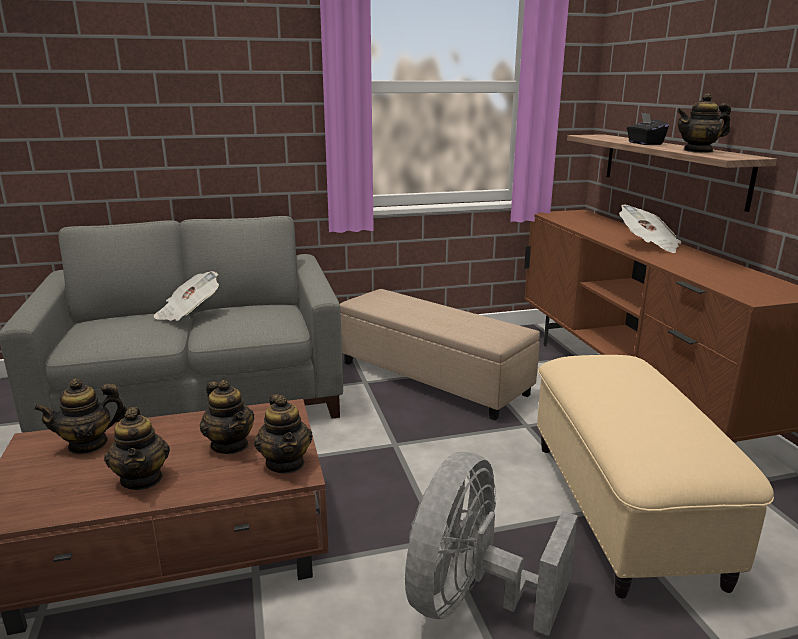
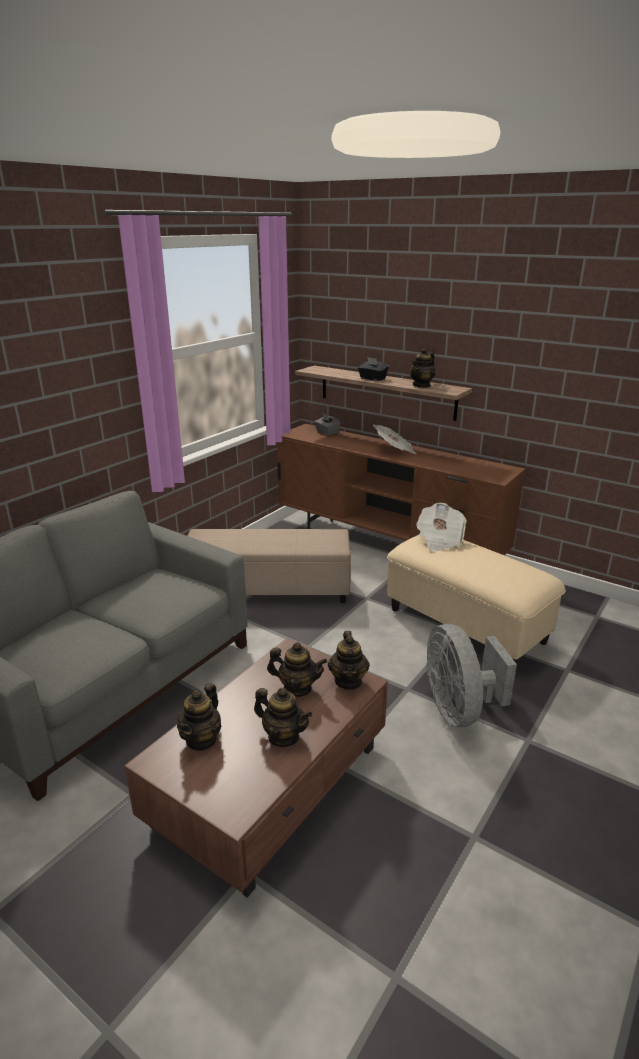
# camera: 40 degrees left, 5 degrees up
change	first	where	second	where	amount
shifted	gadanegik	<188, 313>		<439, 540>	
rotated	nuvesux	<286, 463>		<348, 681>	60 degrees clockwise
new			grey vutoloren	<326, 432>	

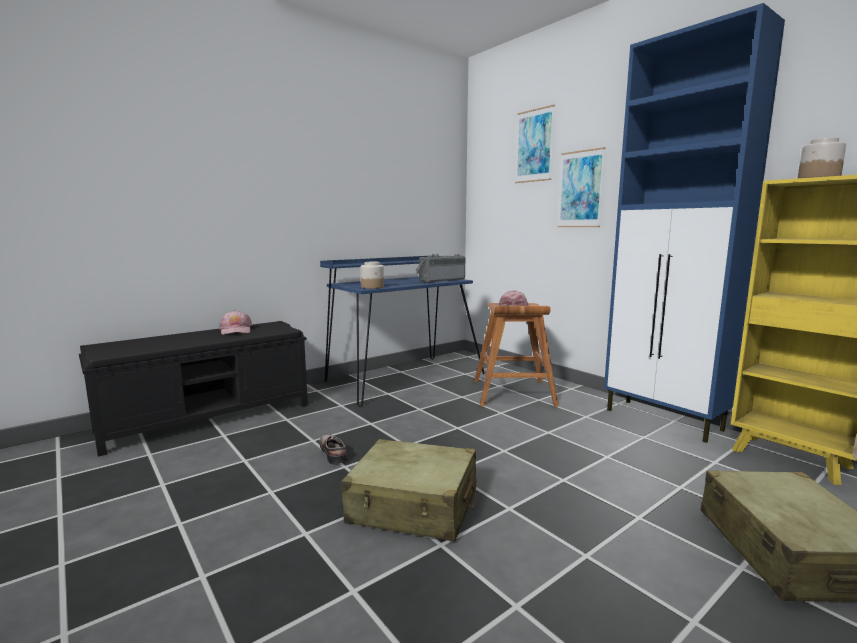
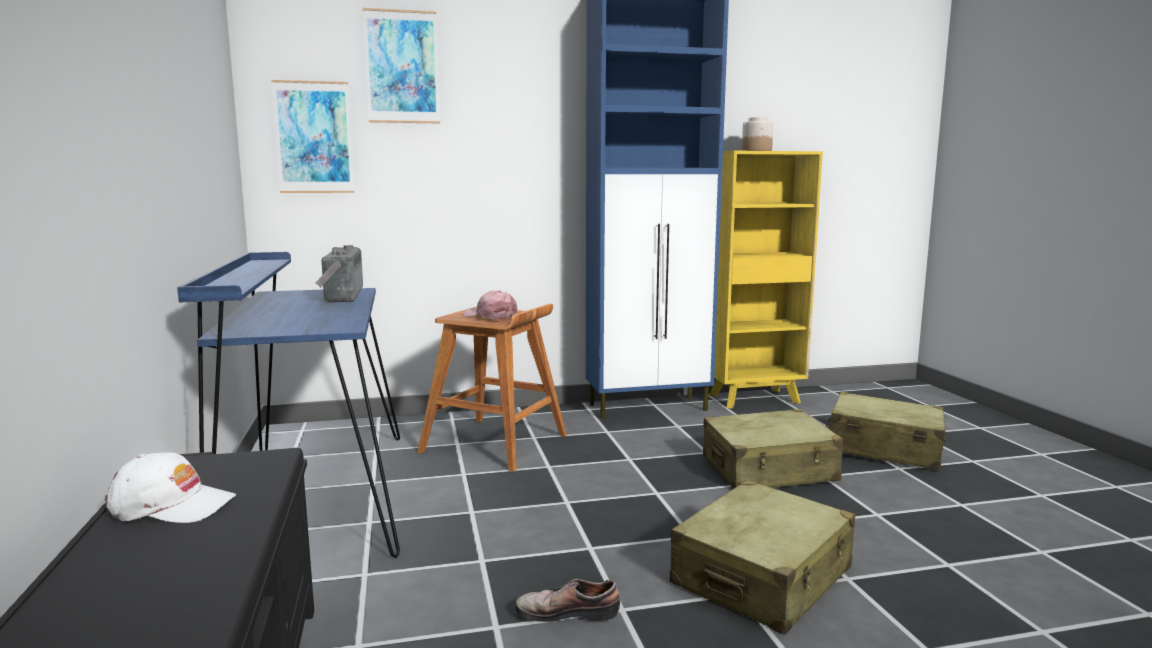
# camera: 65 degrees left, 0 degrees up
change	first	where	second	where	amount
repainted	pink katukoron	<236, 330>	white katukoron	<171, 505>	
gone	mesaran	<372, 287>			
shifted	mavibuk	<580, 189>		<314, 137>	
new			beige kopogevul	<769, 470>	

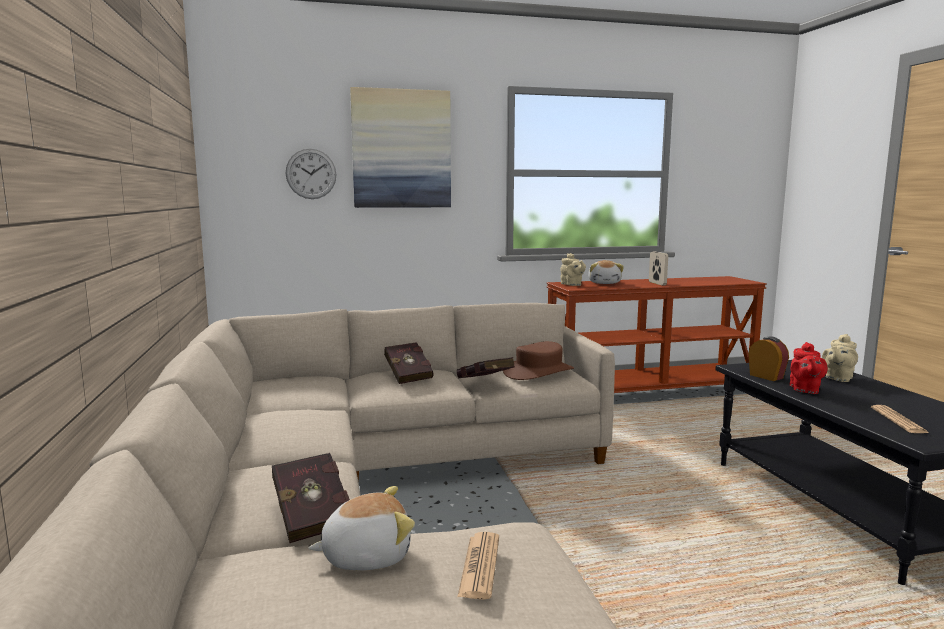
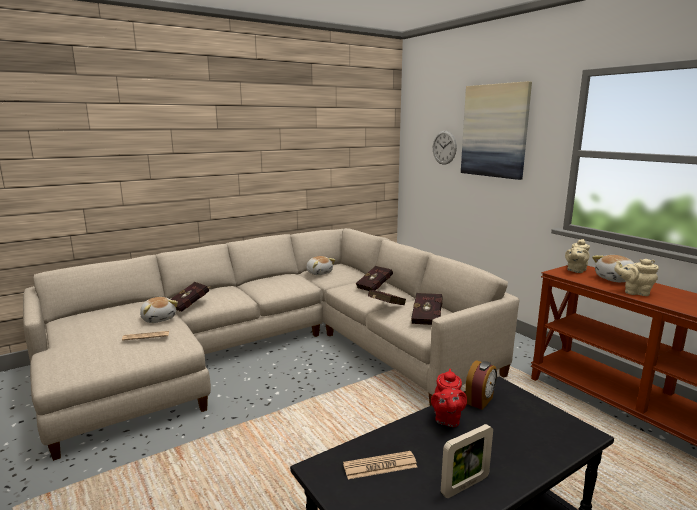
# camera: 70 degrees right, 5 degrees up
change	first	where	second	where	amount
swapped	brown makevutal	<538, 372>	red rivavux	<427, 318>	
shifted	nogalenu	<657, 283>		<465, 486>	
rotated	red nuvesux	<804, 390>		<447, 419>	75 degrees counterclockwise
shifted	beige nuvesux	<838, 378>		<634, 292>	
new			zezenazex	<319, 273>	

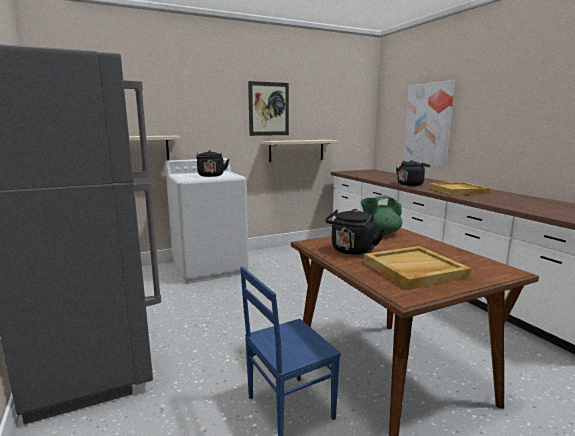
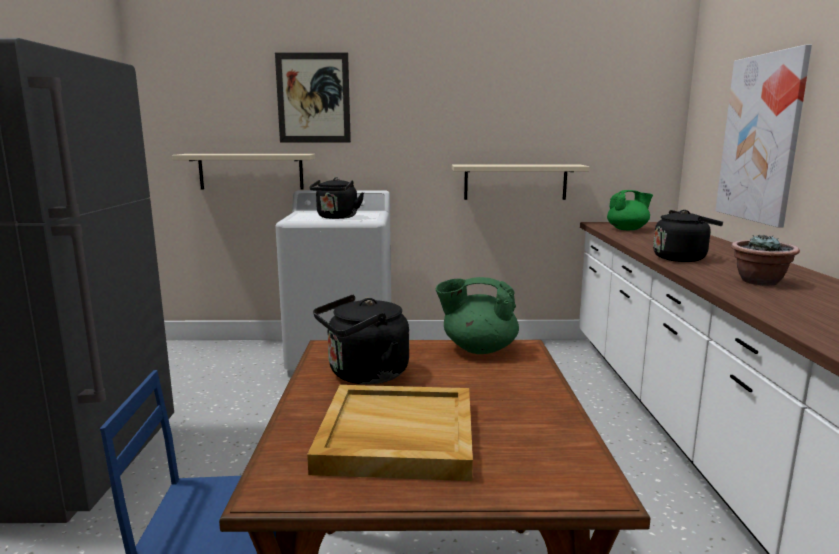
# camera: 25 degrees right, 0 degrees up
change	first	where	second	where	amount
shifted	mavibuk	<269, 109>		<313, 98>	
swapped	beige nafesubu	<458, 191>	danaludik	<759, 282>	
new			green nuvesux	<628, 229>	

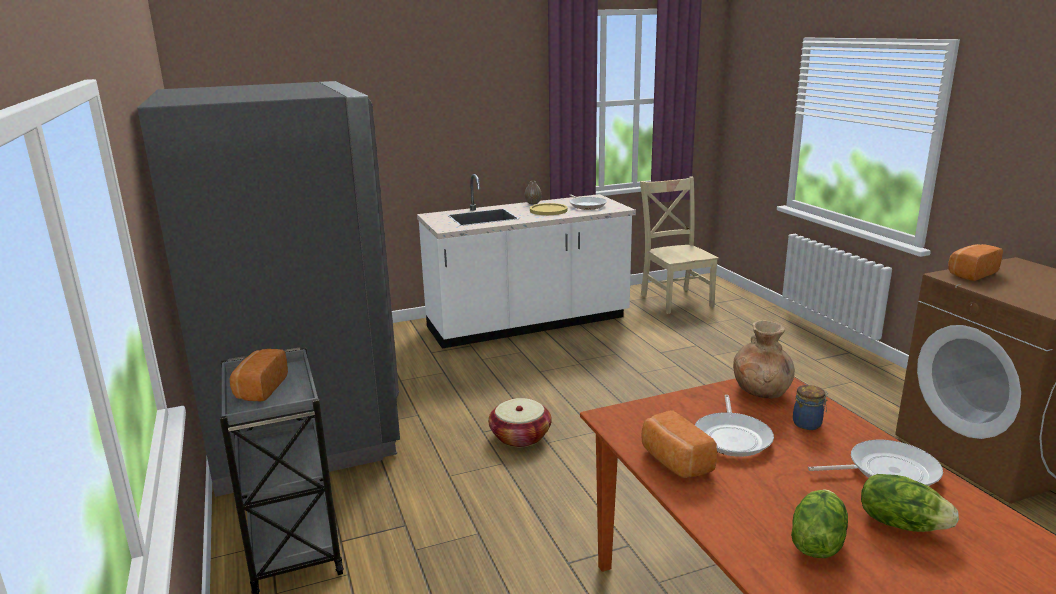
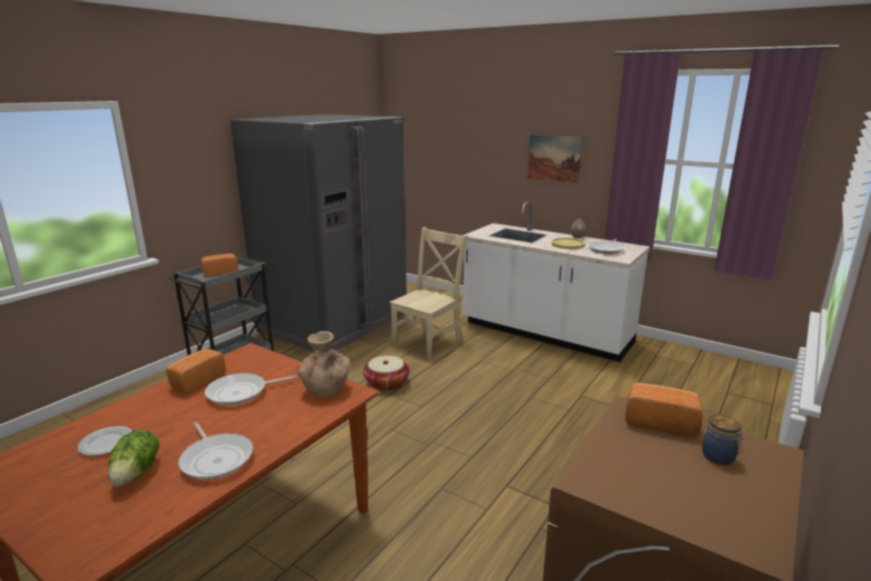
# camera: 55 degrees right, 0 degrees up
change	first	where	second	where	amount
shifted	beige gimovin	<675, 299>		<428, 342>	
swapped	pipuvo	<816, 542>	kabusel	<106, 443>	
shifted	mesaran	<808, 424>		<719, 457>	
new			mavibuk	<554, 158>	

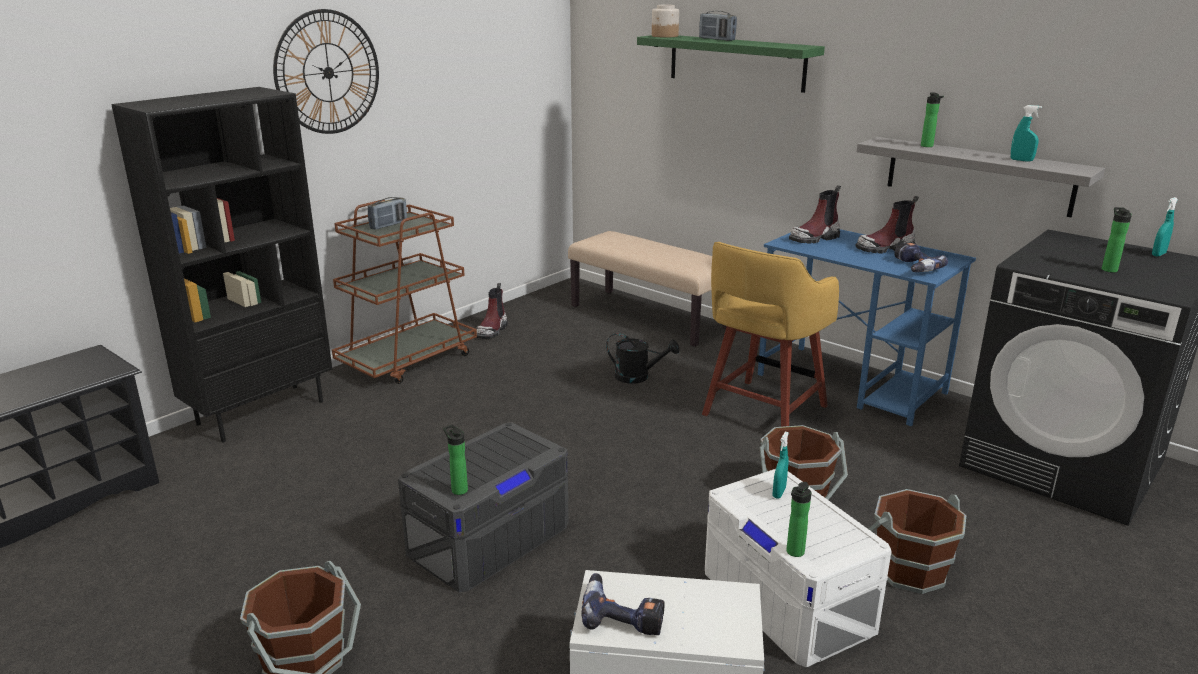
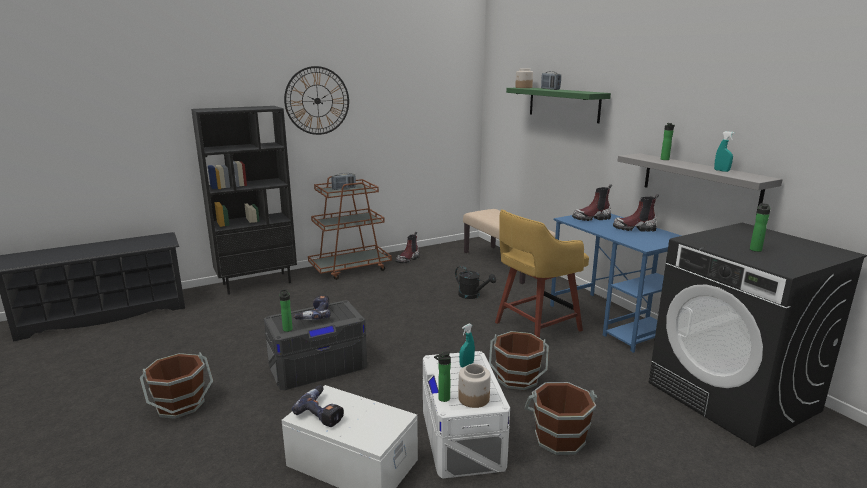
# camera: 20 degrees right, 5 degrees down
change	first	where	second	where	amount
shifted	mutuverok	<913, 267>		<314, 315>	
gone	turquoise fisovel	<1158, 254>			
new			mesaran	<474, 398>	

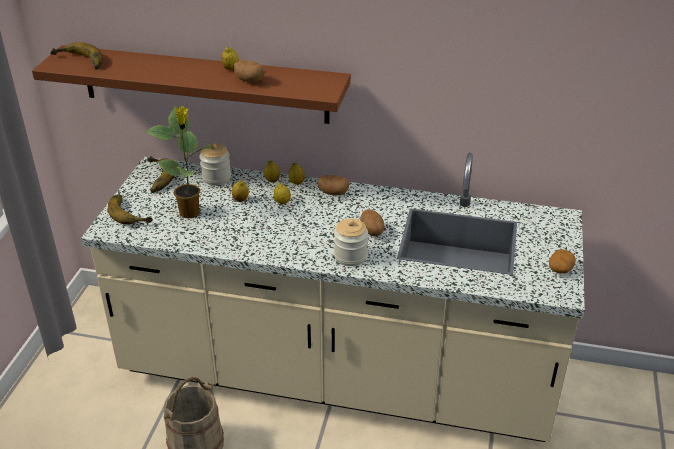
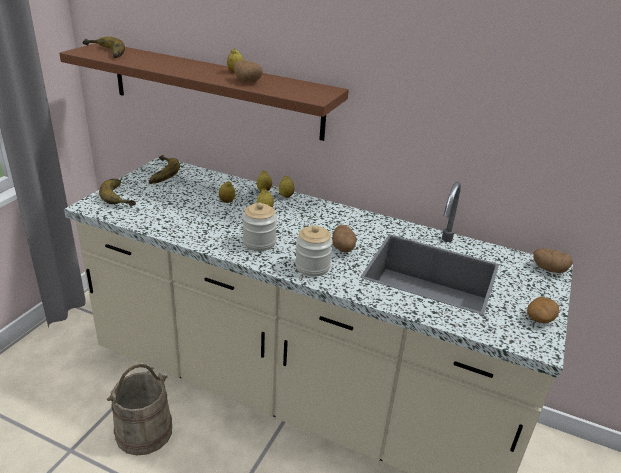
# camera: 10 degrees right, 5 degrees down
change	first	where	second	where	amount
gone	danaludik	<190, 213>			
shifted	mesaran	<216, 178>		<259, 242>	
shifted	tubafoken	<333, 193>		<548, 269>	

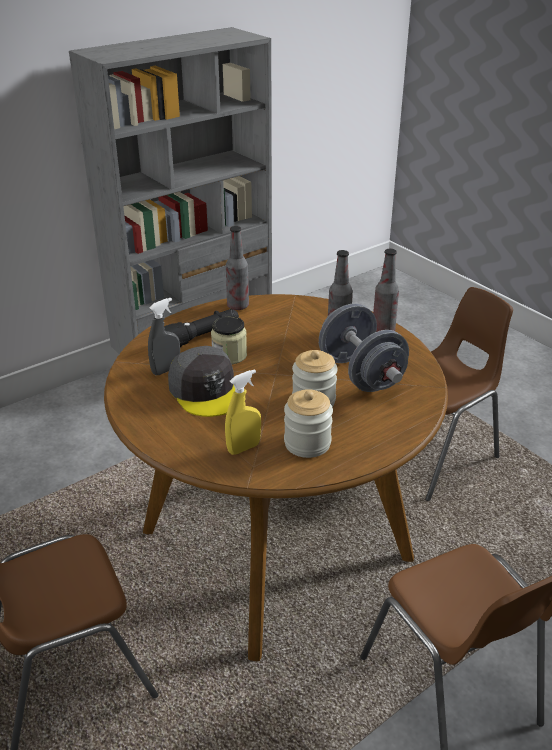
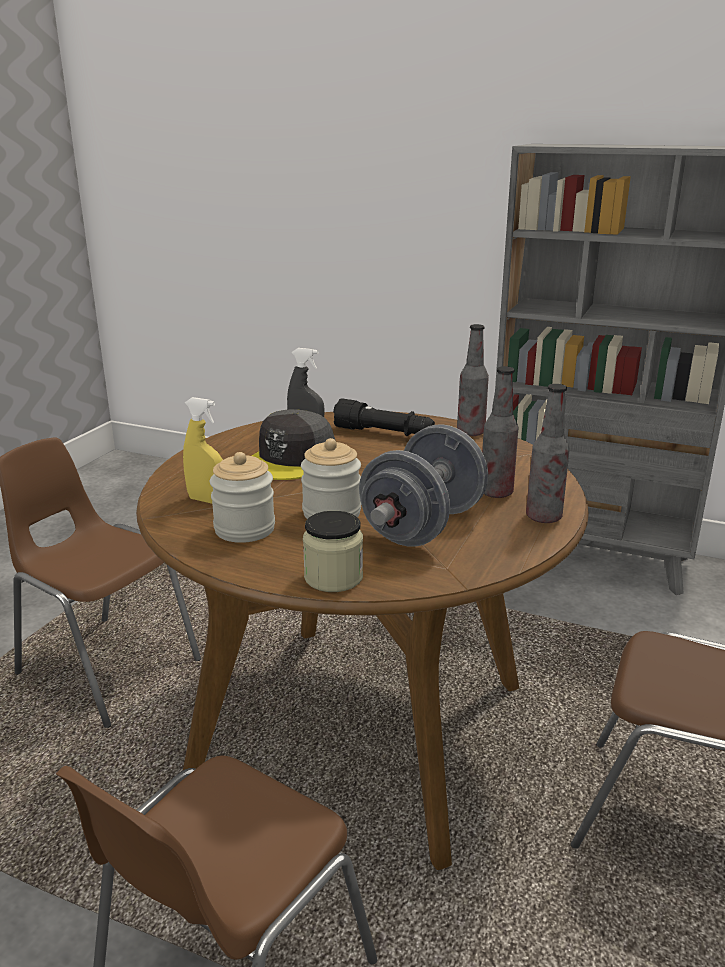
# camera: 60 degrees right, 10 degrees down
change	first	where	second	where	amount
shifted	mesaran	<229, 355>		<333, 577>	

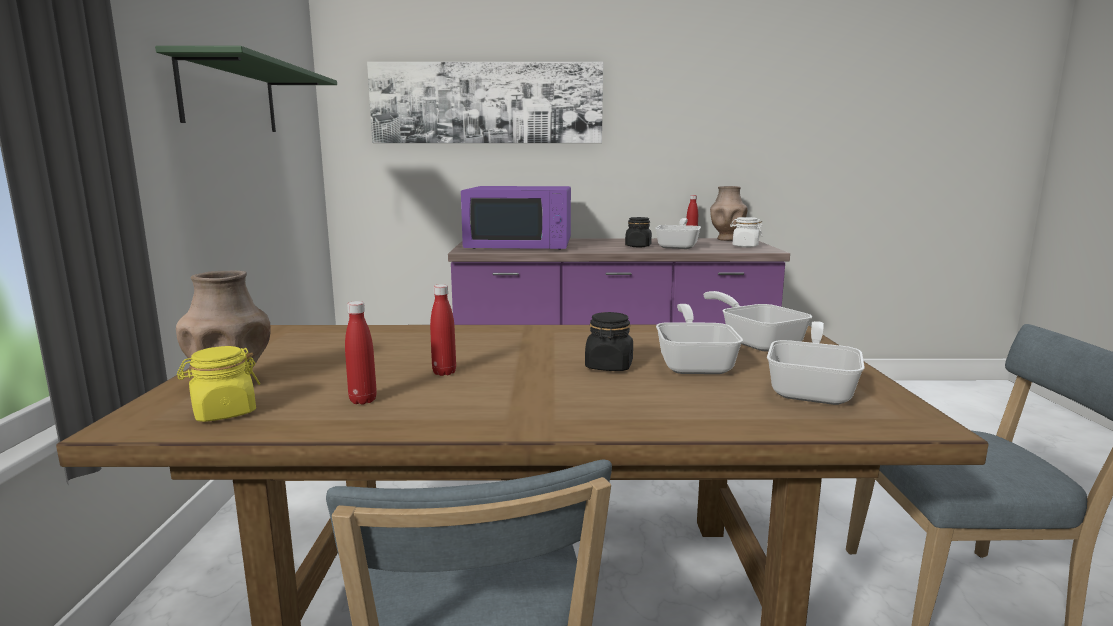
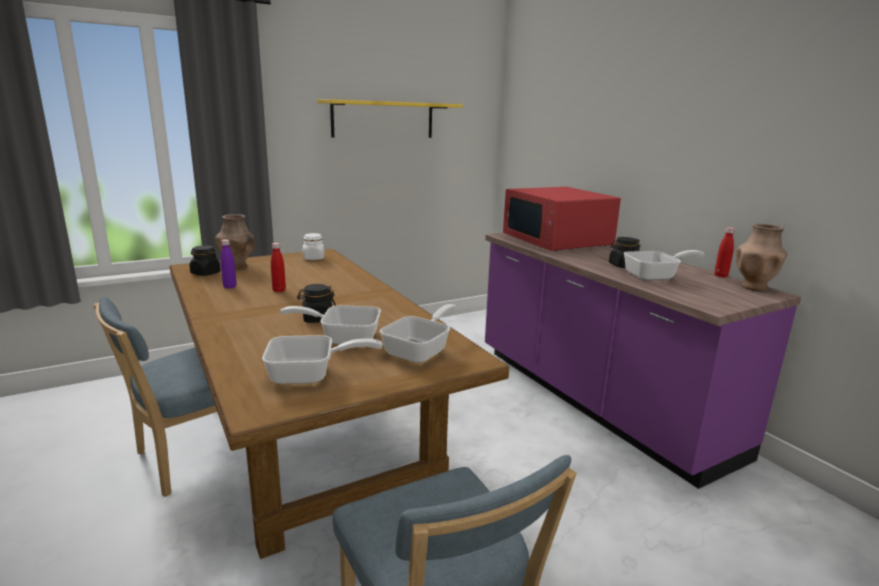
# camera: 60 degrees right, 5 degrees up
change	first	where	second	where	amount
repainted	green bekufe	<230, 97>	yellow bekufe	<383, 119>	
repainted	yellow mesaran	<224, 413>	black mesaran	<205, 273>	
repainted	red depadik	<363, 400>	purple depadik	<230, 287>	
gone	mavibuk	<486, 103>			
repainted	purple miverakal	<521, 244>	red miverakal	<557, 240>	
rotated	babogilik	<695, 363>		<343, 338>	150 degrees counterclockwise
shifted	white mesaran	<745, 246>		<313, 258>	

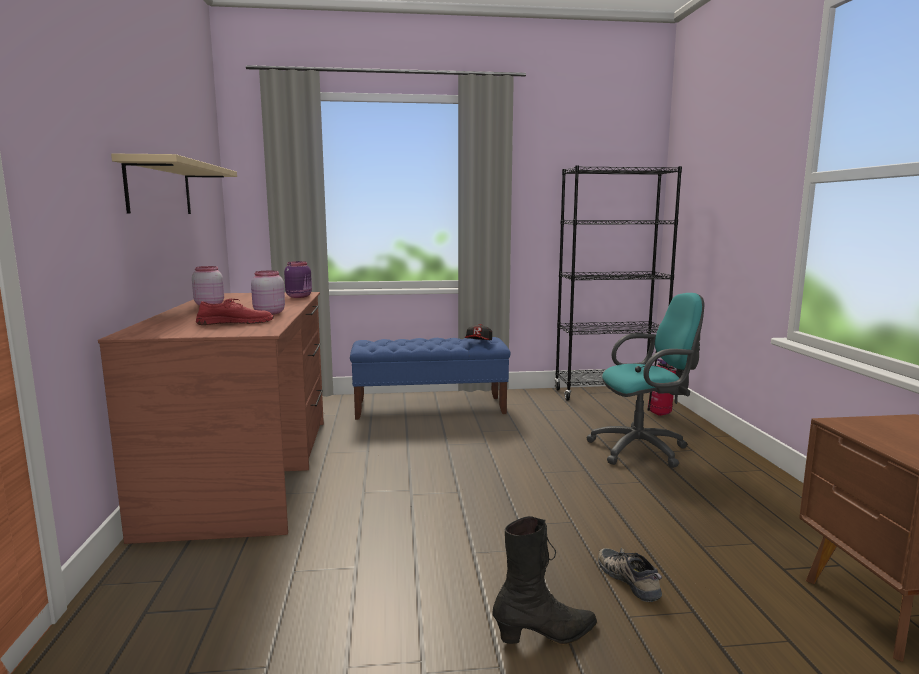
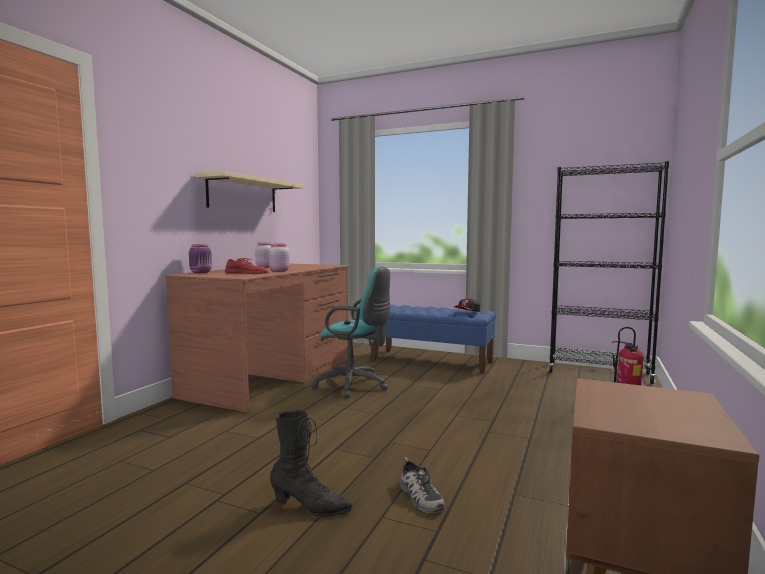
# camera: 30 degrees right, 5 degrees down
change	first	where	second	where	amount
shifted	purple mesaran	<299, 296>		<201, 272>	
shifted	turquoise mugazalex	<643, 450>		<355, 386>	
rotated	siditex	<630, 579>		<419, 496>	150 degrees clockwise

